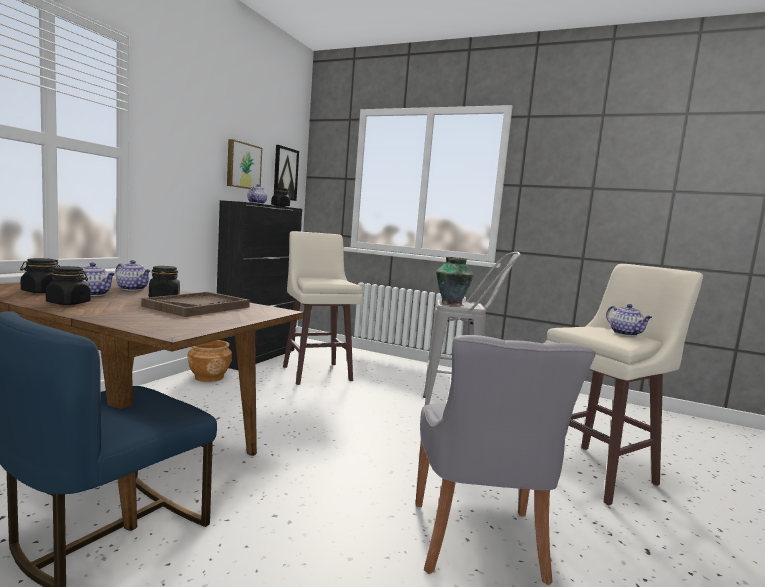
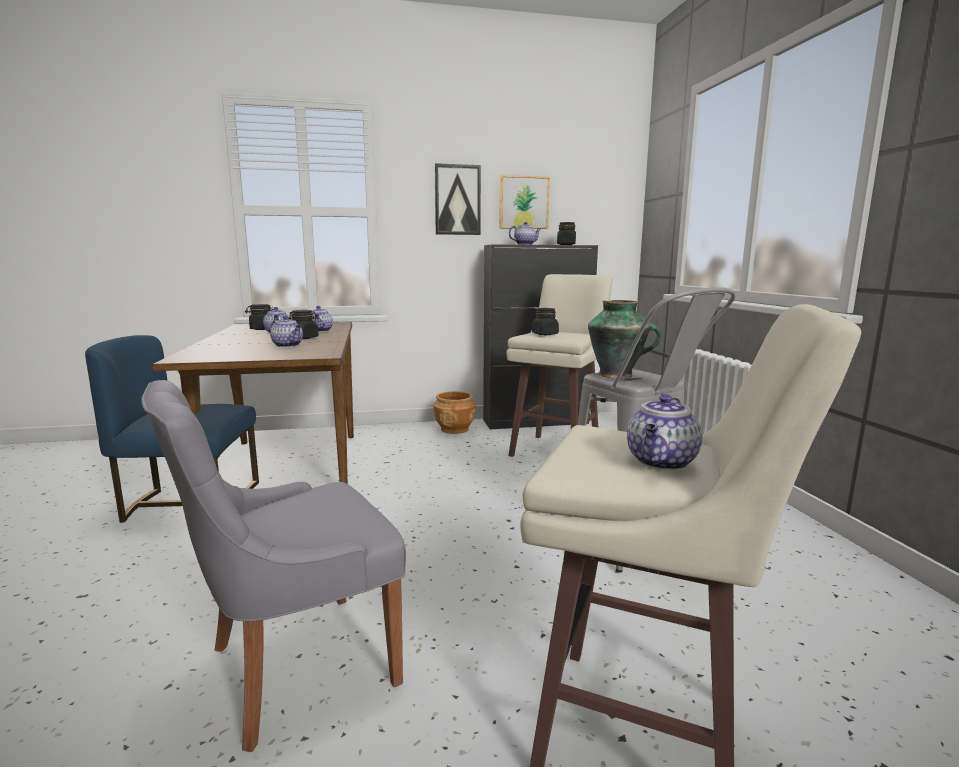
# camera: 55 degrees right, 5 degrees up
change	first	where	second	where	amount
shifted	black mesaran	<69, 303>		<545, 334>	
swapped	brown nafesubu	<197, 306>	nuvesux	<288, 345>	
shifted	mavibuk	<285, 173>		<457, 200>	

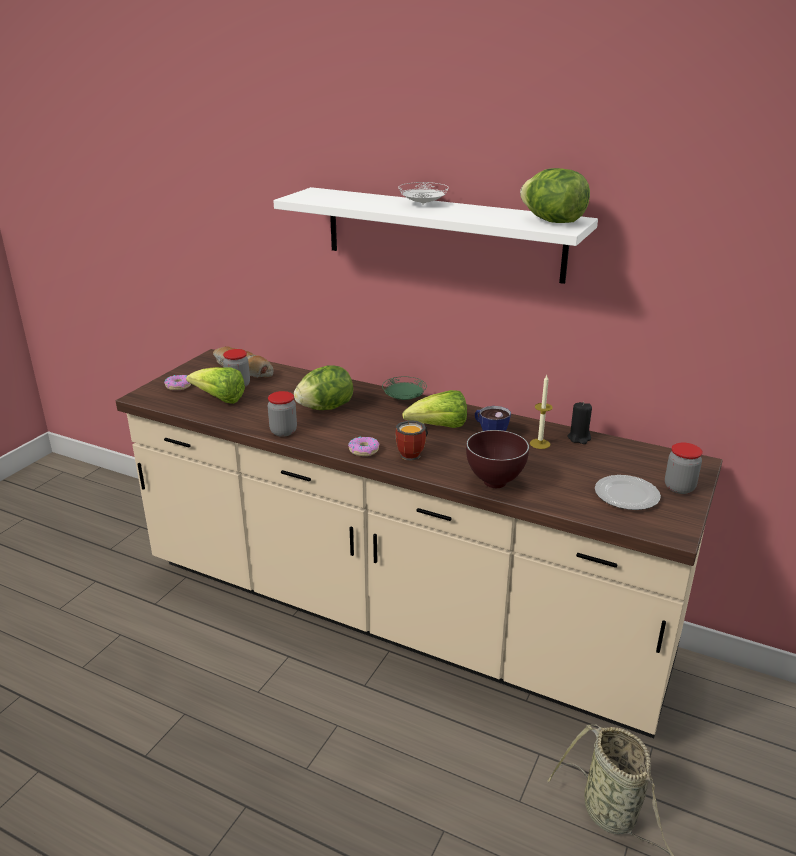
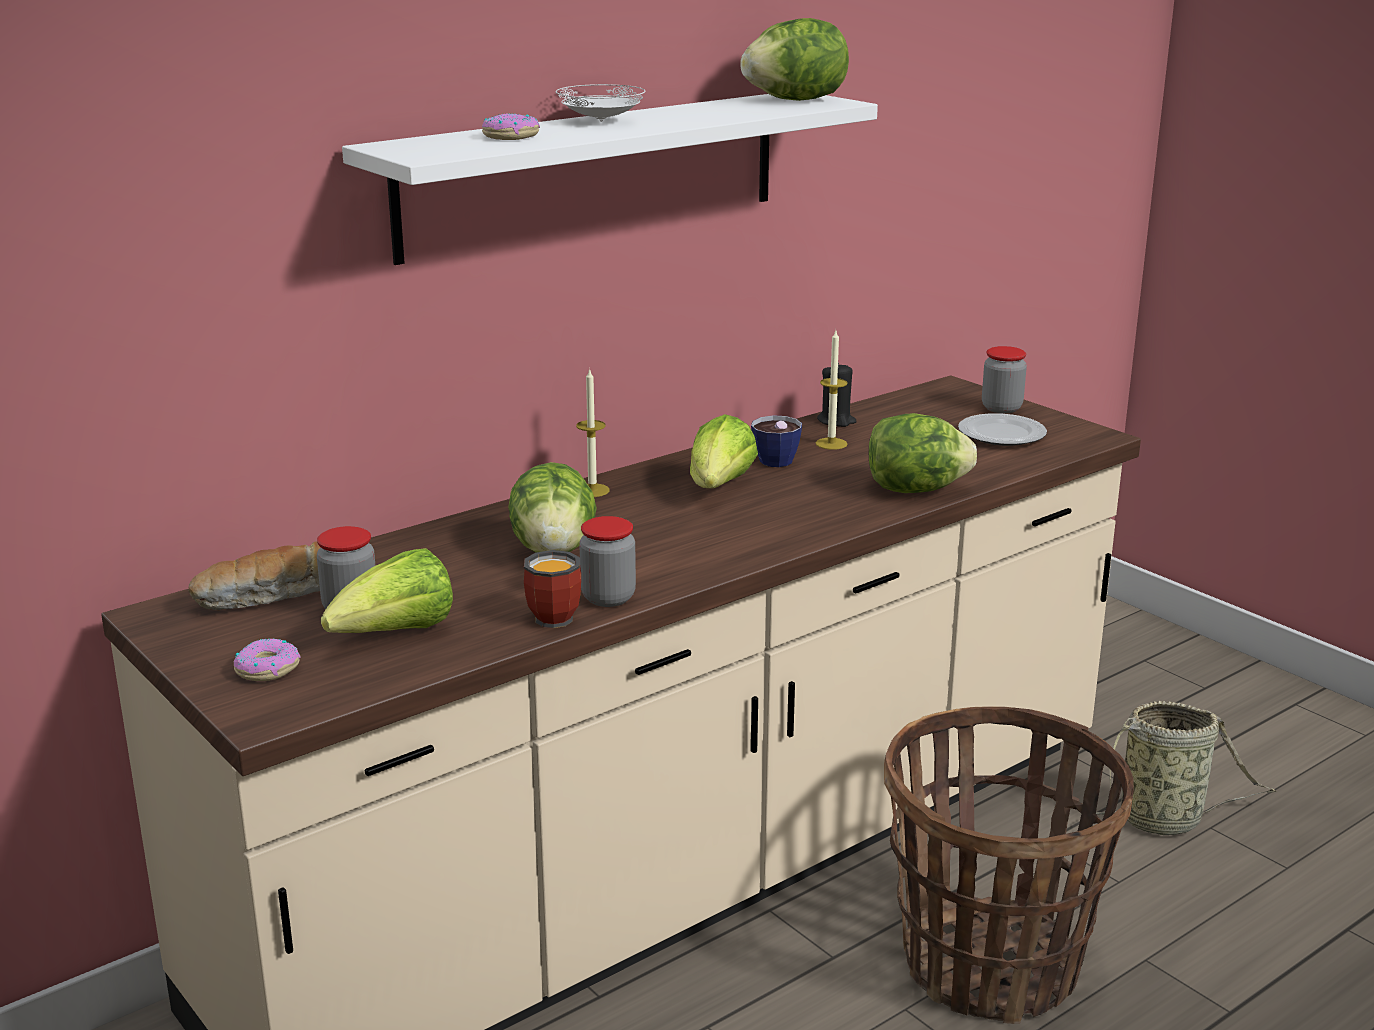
# camera: 65 degrees left, 5 degrees down
change	first	where	second	where	amount
shifted	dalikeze	<364, 450>		<510, 136>	
swapped	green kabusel	<404, 399>	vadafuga	<592, 490>	
shifted	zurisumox	<414, 454>		<554, 615>	
swapped	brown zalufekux	<495, 482>	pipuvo	<916, 490>	
new			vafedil	<990, 964>	

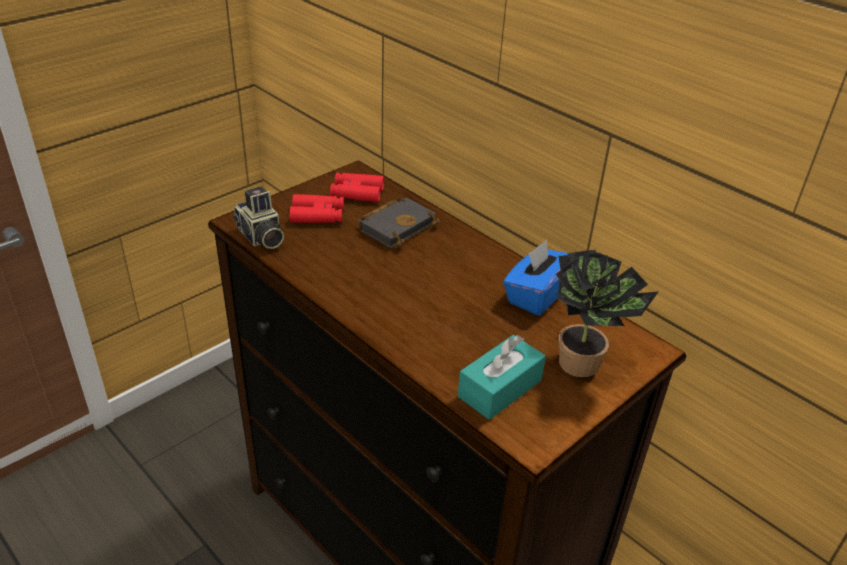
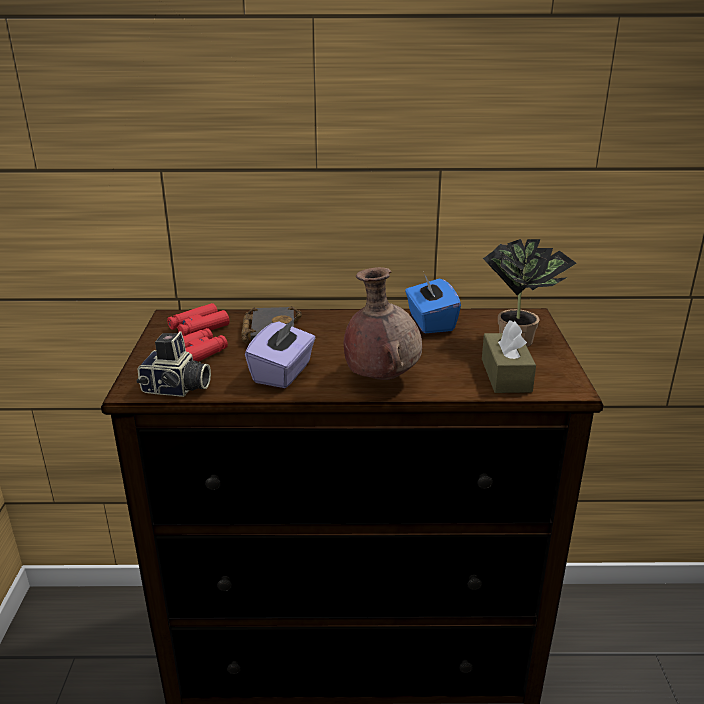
# camera: 45 degrees left, 10 degrees down
change	first	where	second	where	amount
repainted	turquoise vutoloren	<500, 388>	brown vutoloren	<506, 375>	
new			purple vutoloren	<283, 373>	
new			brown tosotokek	<381, 377>	

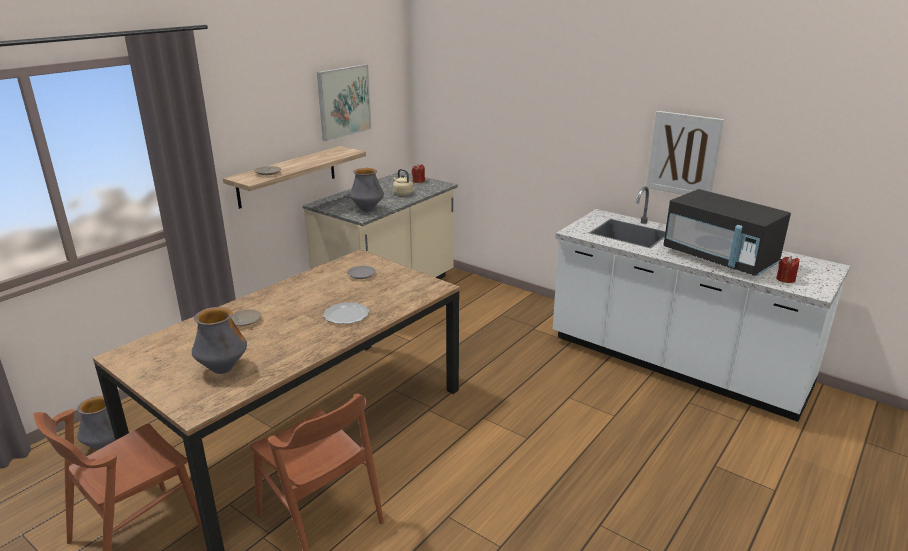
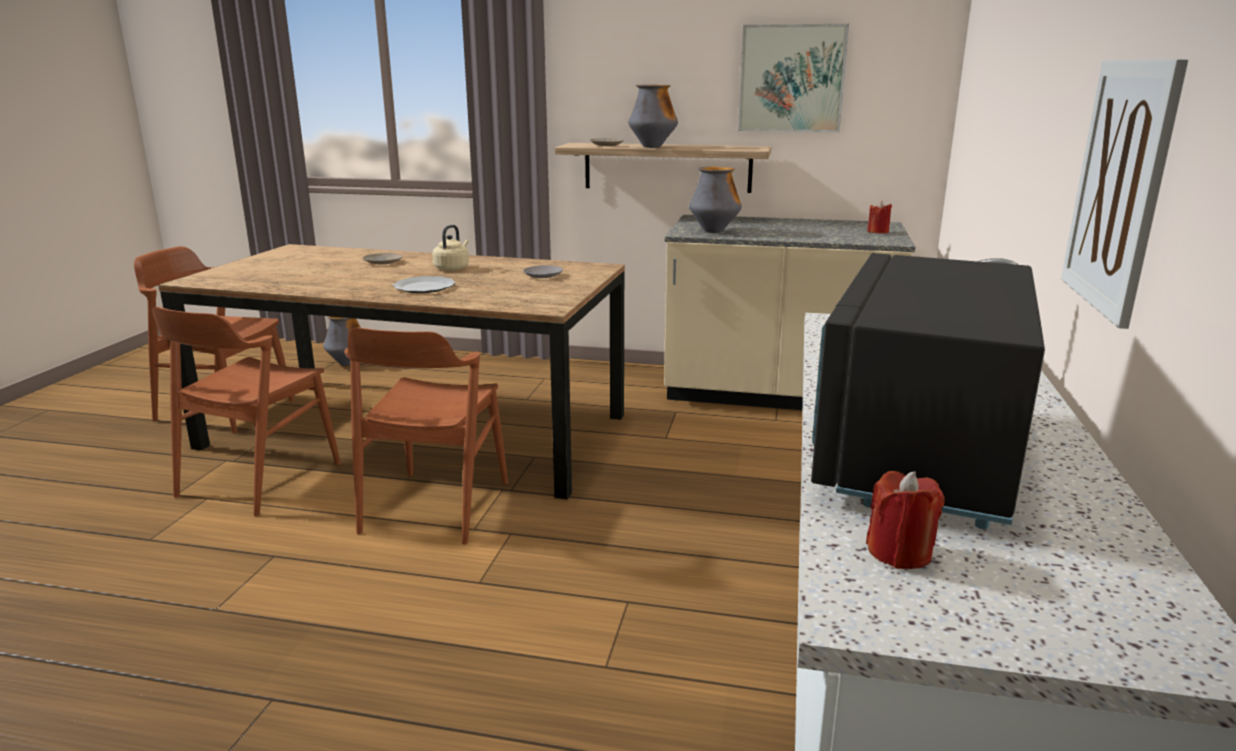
# camera: 65 degrees right, 5 degrees down
change	first	where	second	where	amount
shifted	tosotokek	<223, 369>		<652, 147>	
shifted	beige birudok	<402, 193>		<453, 268>	
new			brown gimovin	<435, 506>	

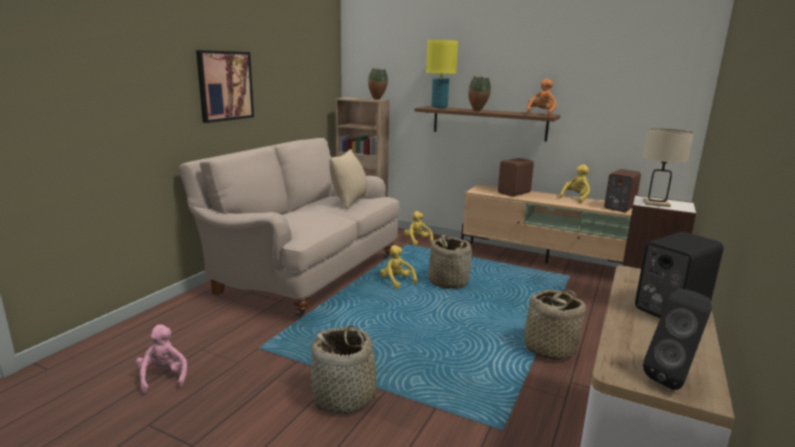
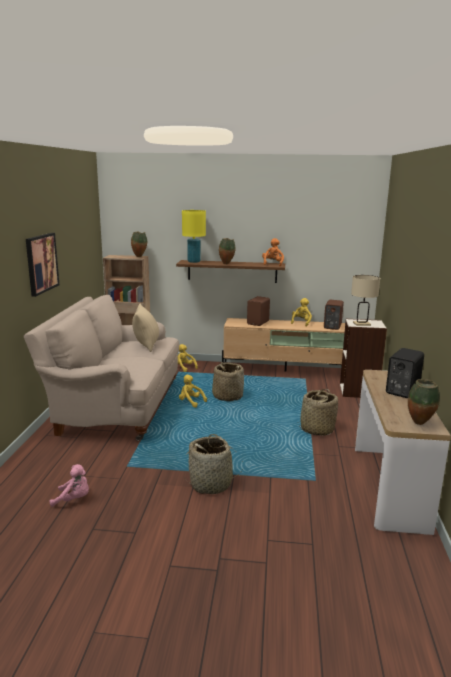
# camera: 20 degrees left, 0 degrees up
change	first	where	second	where	amount
rotated	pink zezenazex	<163, 377>		<73, 499>	135 degrees clockwise
swapped	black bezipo	<673, 378>	tosotokek	<420, 424>	

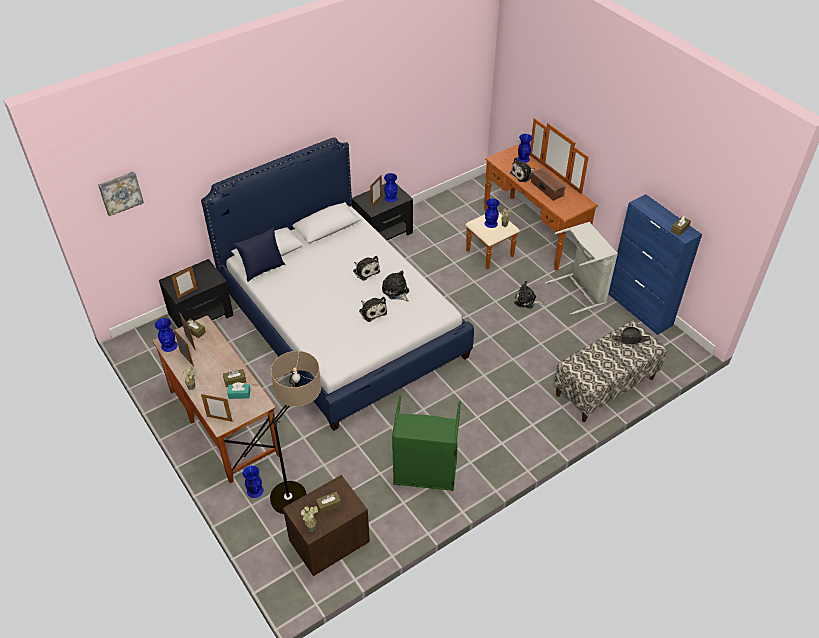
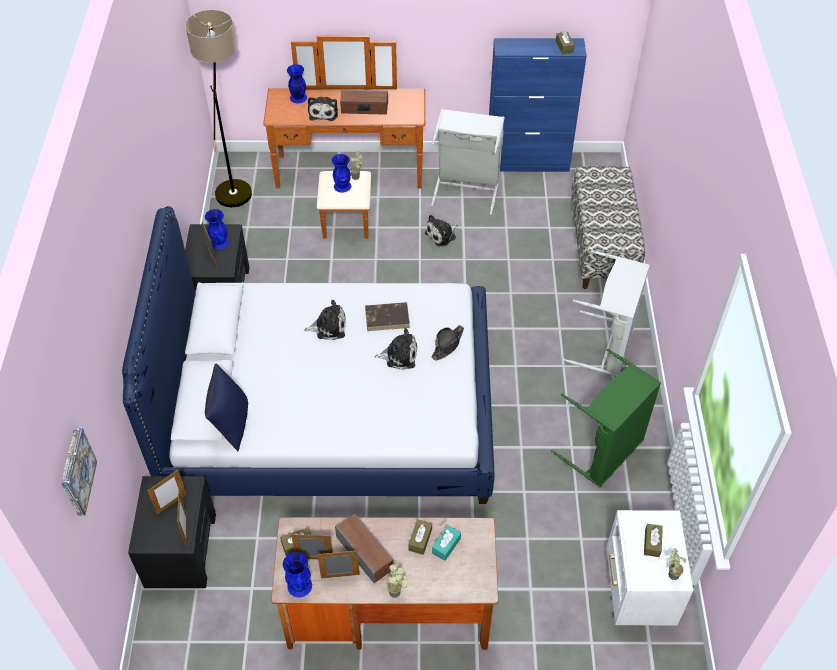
# camera: 55 degrees left, 5 degrees up
change	first	where	second	where	amount
shifted	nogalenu	<219, 419>		<171, 504>	
shifted	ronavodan	<301, 491>		<235, 184>	
gone	blue tosotokek	<254, 490>			
repainted	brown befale	<328, 544>	white befale	<638, 591>	
swapped	zezenazex	<396, 291>	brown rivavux	<387, 318>	
shifted	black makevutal	<630, 339>		<447, 344>	
new			bezipo	<365, 553>	
new			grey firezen	<607, 346>	

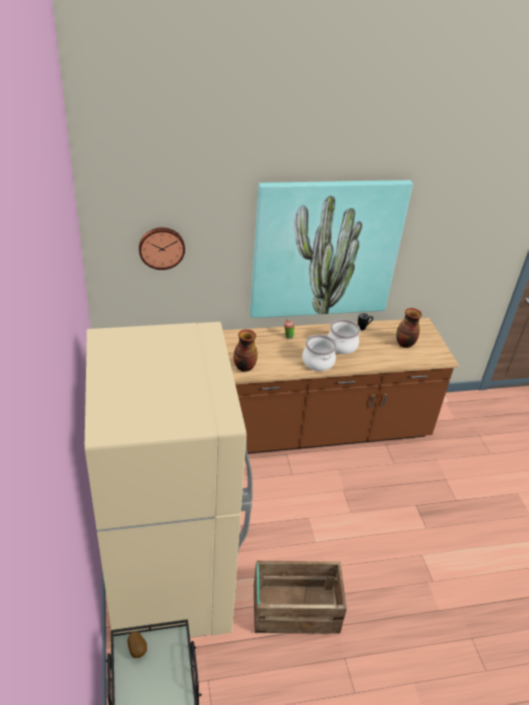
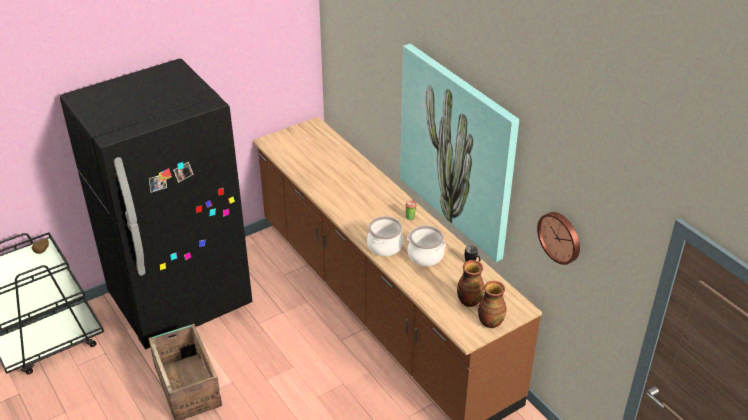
# camera: 70 degrees right, 0 degrees up
change	first	where	second	where	amount
repainted	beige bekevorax	<168, 582>	black bekevorax	<181, 301>	
shifted	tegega	<161, 247>		<560, 237>	
shifted	tosotokek	<244, 367>		<490, 322>	

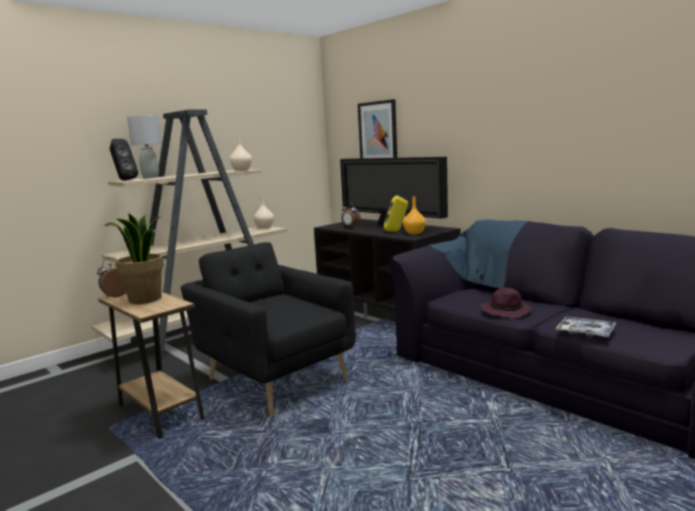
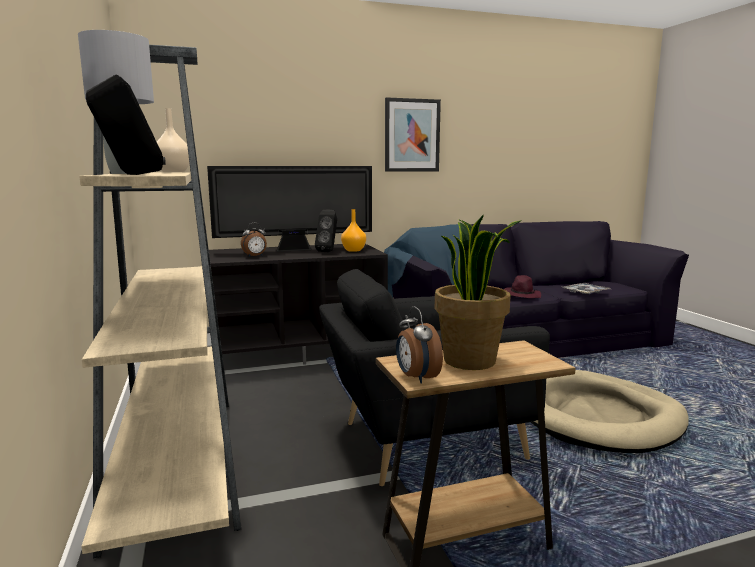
# camera: 65 degrees left, 0 degrees up
change	first	where	second	where	amount
gone	beige tosotokek	<264, 227>			
shifted	mavibuk	<378, 132>		<412, 135>	
repainted	yellow bezipo	<396, 231>	black bezipo	<328, 252>	
new			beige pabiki	<598, 417>	

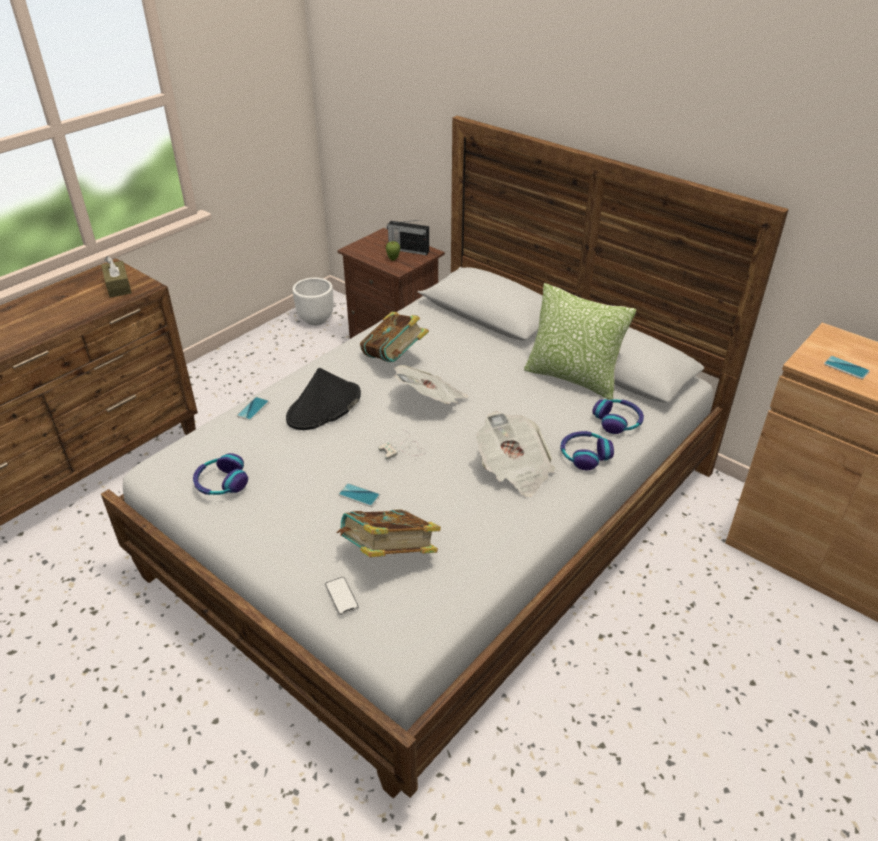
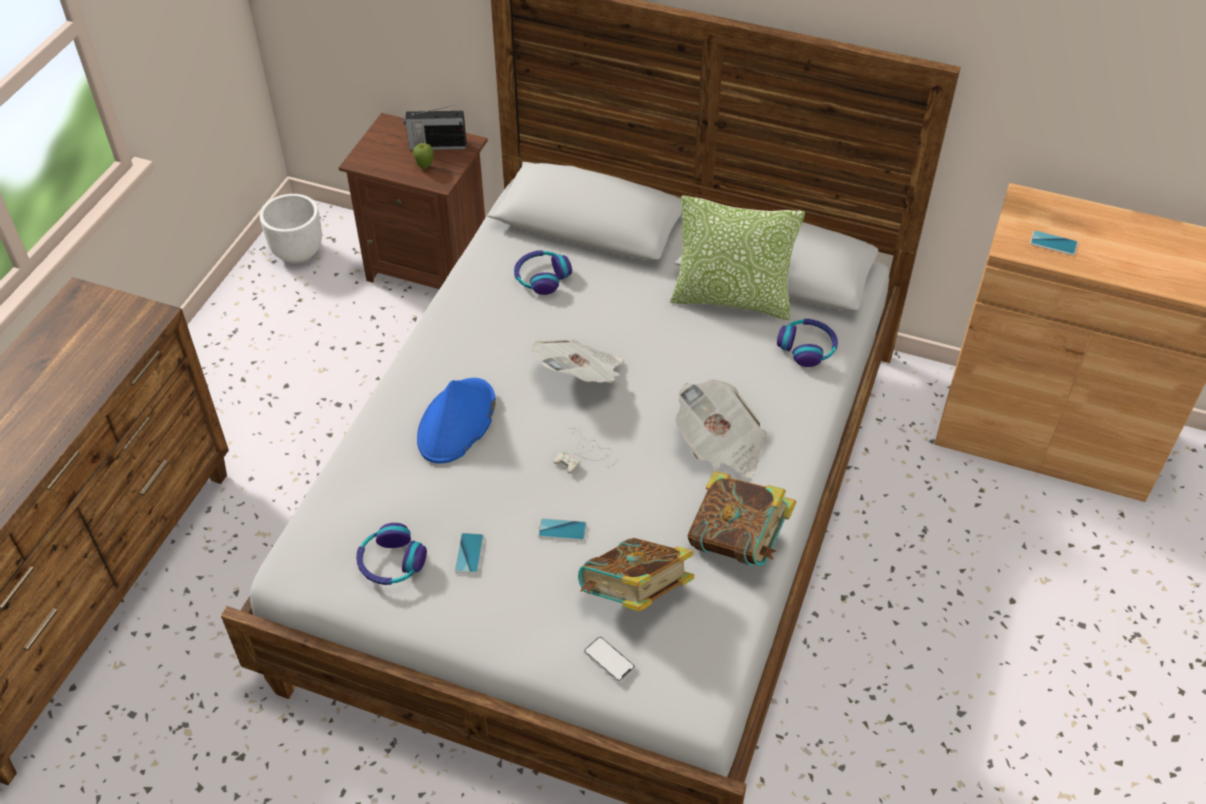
# camera: 20 degrees left, 10 degrees up
change	first	where	second	where	amount
gone	brown vutoloren	<118, 286>			
shifted	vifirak	<253, 409>		<469, 553>	
repainted	black makevutal	<324, 407>	blue makevutal	<456, 422>	
shifted	rivavux	<394, 358>		<738, 541>	
shifted	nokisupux	<584, 455>		<541, 277>	

